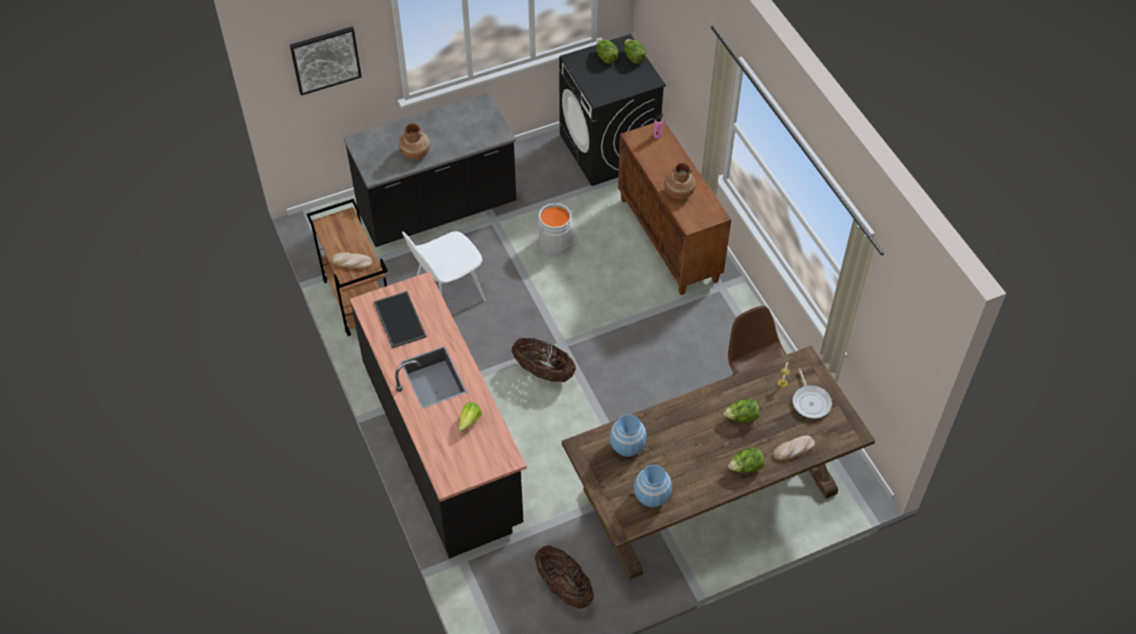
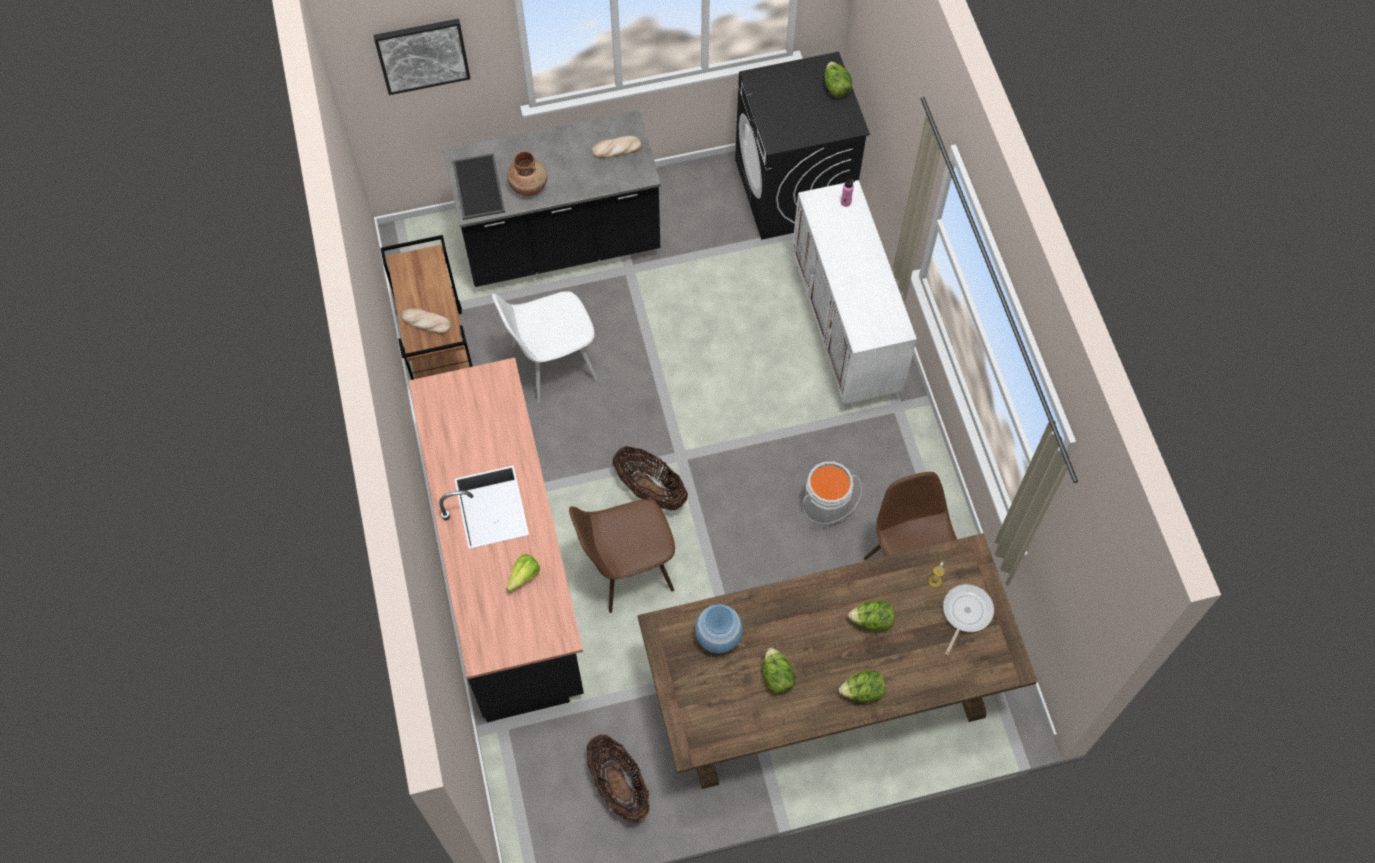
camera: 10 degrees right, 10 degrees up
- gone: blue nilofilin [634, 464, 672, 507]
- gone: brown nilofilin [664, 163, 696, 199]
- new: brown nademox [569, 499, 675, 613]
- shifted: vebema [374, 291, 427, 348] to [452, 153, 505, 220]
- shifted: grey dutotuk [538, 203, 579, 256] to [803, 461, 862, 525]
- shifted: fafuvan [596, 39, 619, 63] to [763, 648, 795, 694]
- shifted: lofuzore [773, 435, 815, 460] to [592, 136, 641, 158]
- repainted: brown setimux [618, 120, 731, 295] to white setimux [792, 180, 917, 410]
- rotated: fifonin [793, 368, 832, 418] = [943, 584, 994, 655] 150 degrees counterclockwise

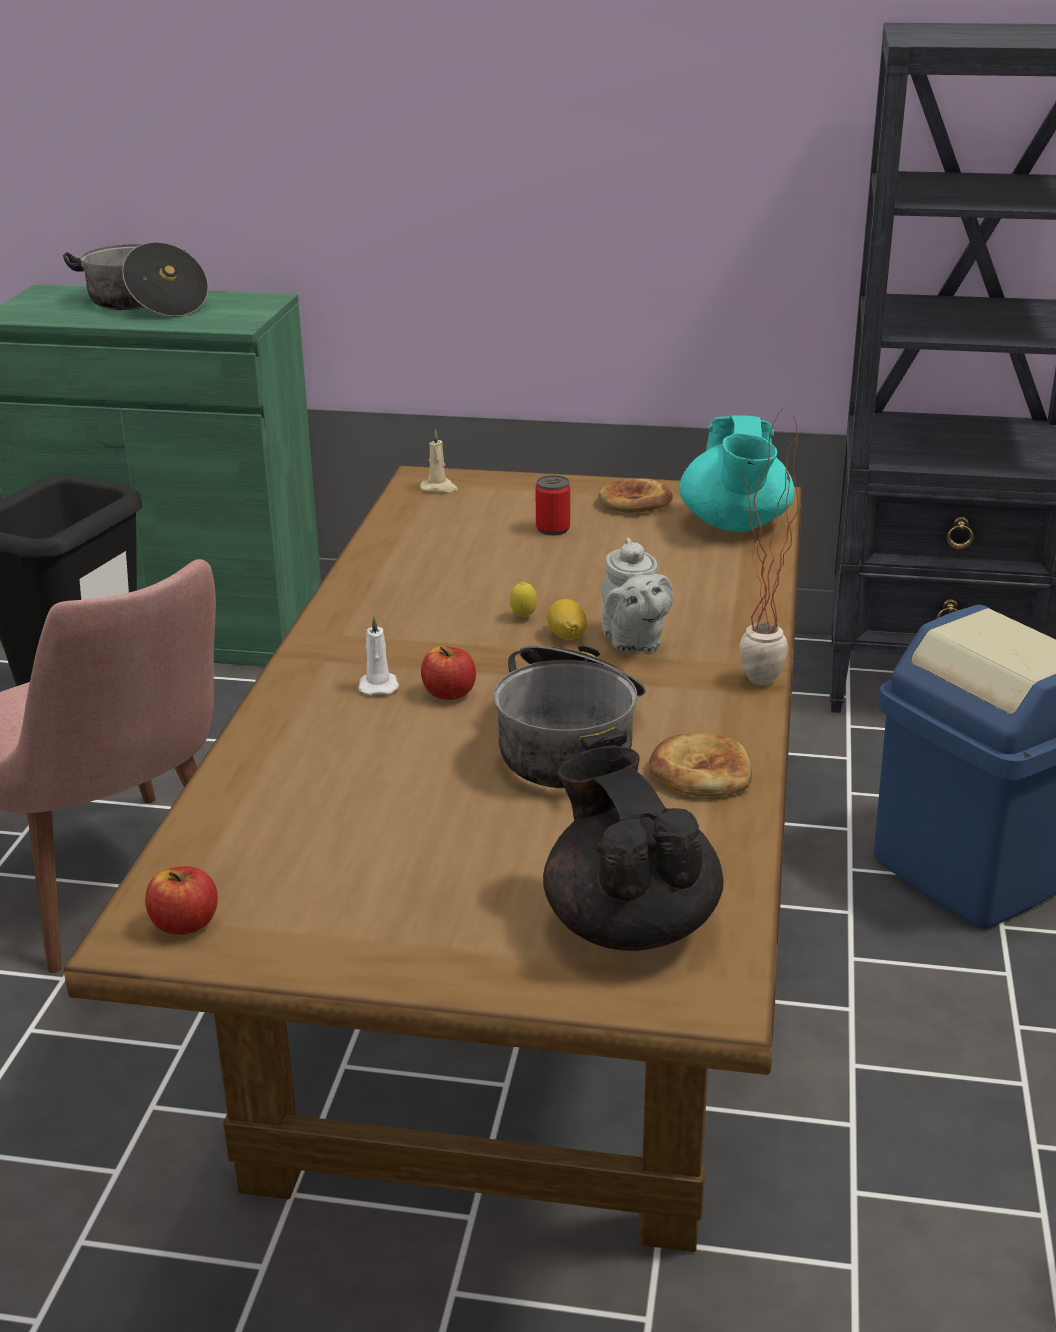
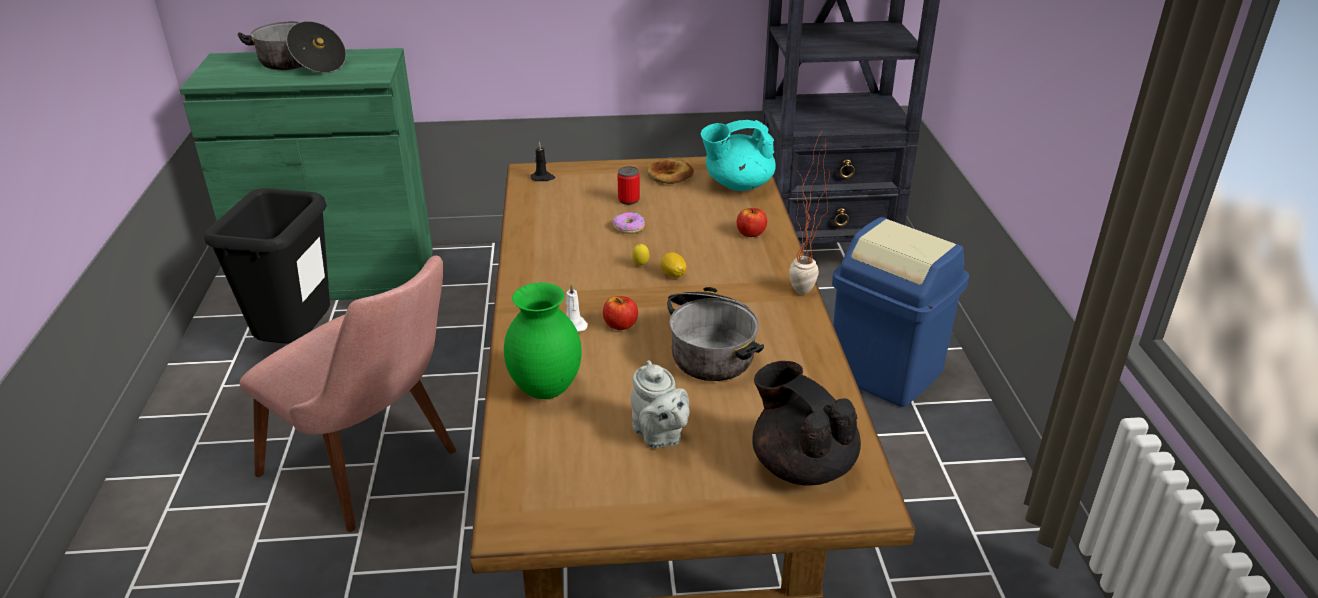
camera: 15 degrees left, 5 degrees up
- gone: lofuzore [648, 733, 752, 796]
- new: green nilofilin [504, 283, 582, 399]
- new: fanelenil [613, 212, 645, 234]
- shifted: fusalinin [145, 866, 218, 935] to [737, 208, 767, 237]
- shifted: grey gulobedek [602, 538, 674, 652] to [631, 360, 690, 448]
- repainted: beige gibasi [420, 430, 458, 493] to black gibasi [530, 141, 555, 181]
- rotated: turquoise gulobedek [679, 415, 794, 532] = [701, 120, 776, 191] 90 degrees clockwise

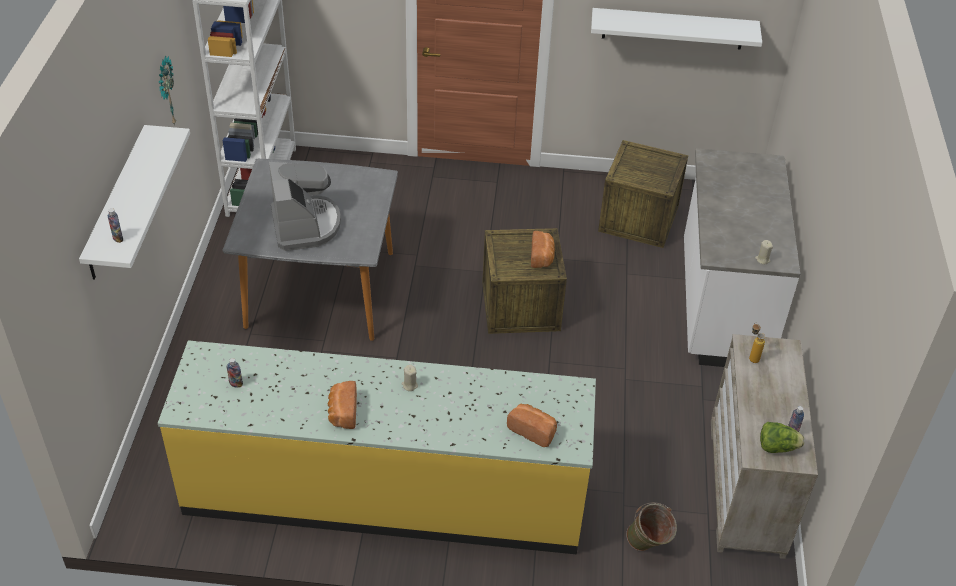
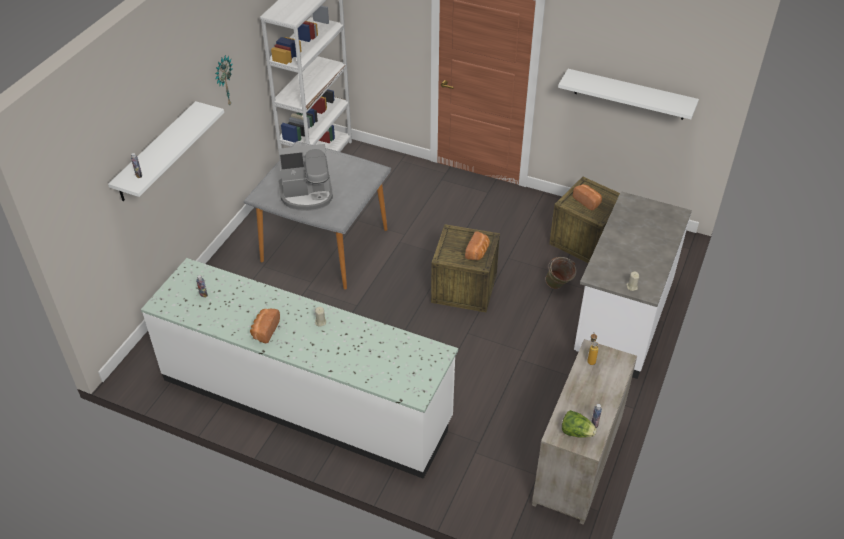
camera: 20 degrees right, 0 degrees up
- shifted: lofuzore [507, 403, 557, 447] to [573, 184, 602, 210]
- shifted: green dutotuk [626, 502, 677, 551] to [545, 257, 576, 289]
- repainted: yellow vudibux [158, 340, 596, 554] to white vudibux [141, 258, 458, 479]
- rotated: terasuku [269, 162, 341, 251] = [279, 144, 333, 211] 75 degrees clockwise

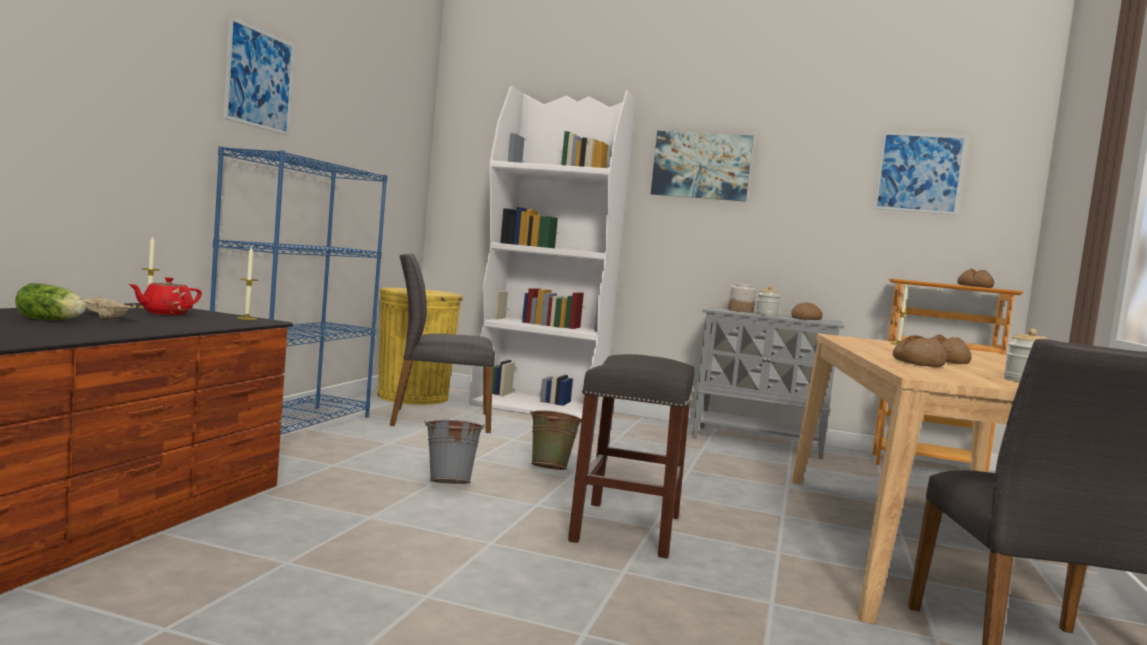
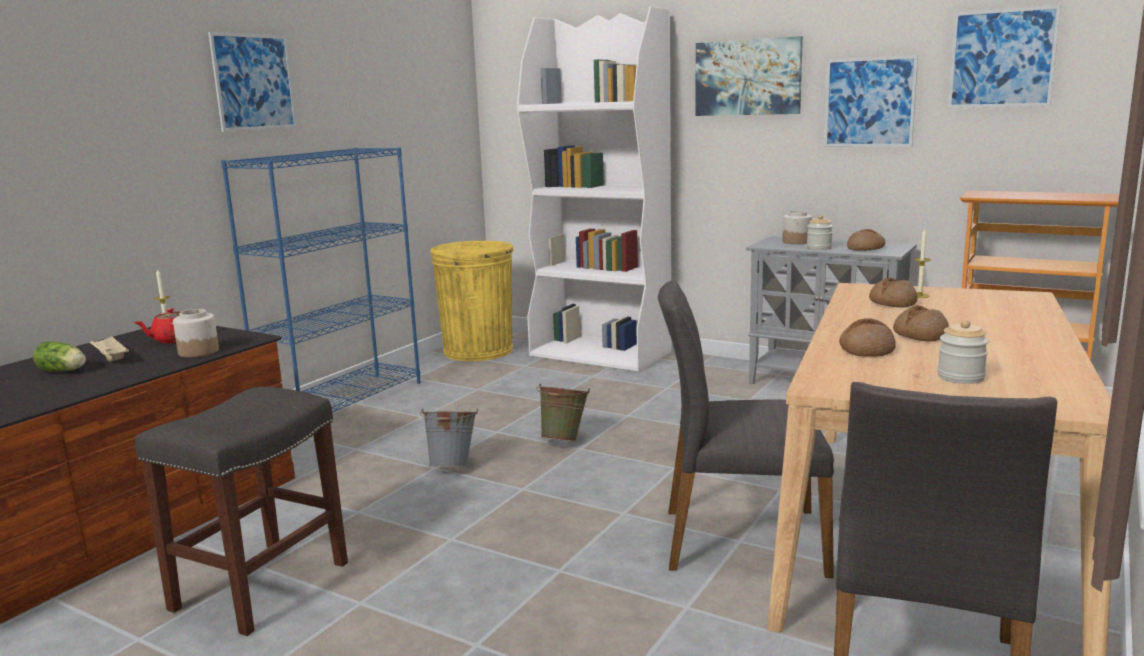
camera: 15 degrees right, 10 degrees up
- gone: gibasi [237, 247, 258, 320]
- new: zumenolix [173, 309, 219, 357]
- new: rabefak [824, 55, 918, 147]
- shifted: grey nademox [390, 253, 495, 433] to [658, 280, 834, 578]
- shifted: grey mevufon [568, 354, 694, 558] to [135, 387, 348, 636]
- shifted: lofuzore [957, 269, 994, 288] to [869, 277, 918, 308]

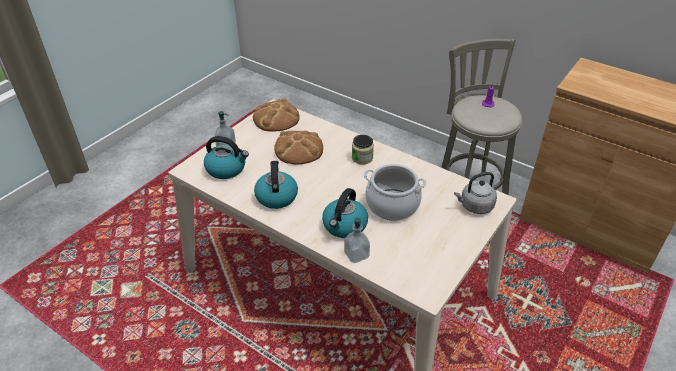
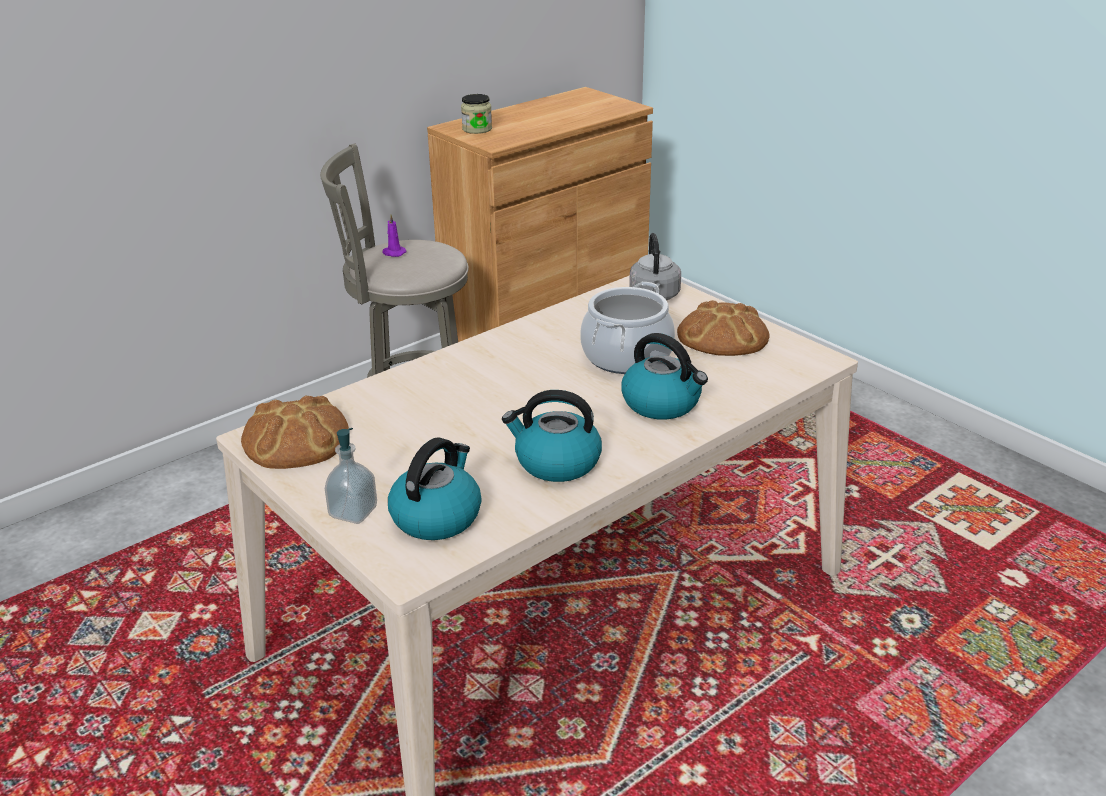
camera: 75 degrees left, 10 degrees down
- gone: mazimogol [344, 217, 370, 263]
- shifted: lofuzore [274, 131, 323, 164] to [677, 300, 769, 356]
- shifted: zumenolix [352, 135, 374, 165] to [461, 94, 492, 134]

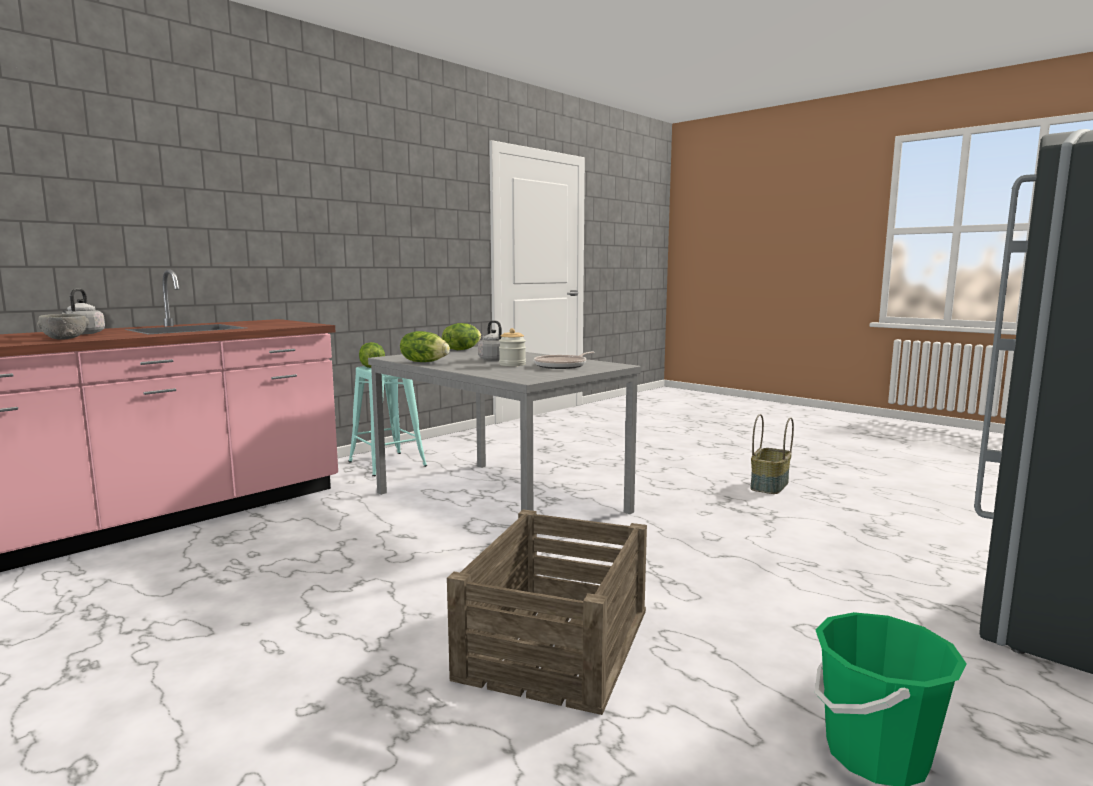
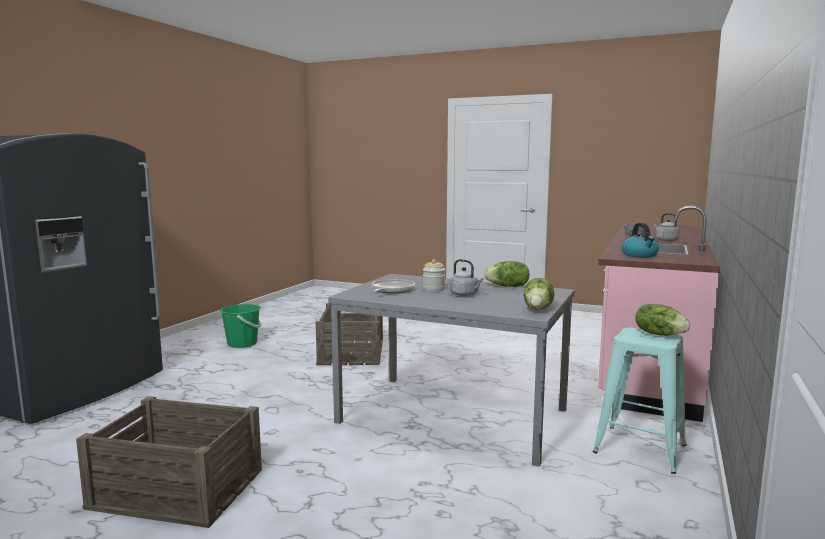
camera: 160 degrees right, 0 degrees up
- new: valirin [622, 223, 659, 258]
- swapped: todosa [750, 414, 794, 494] to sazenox [76, 396, 262, 528]

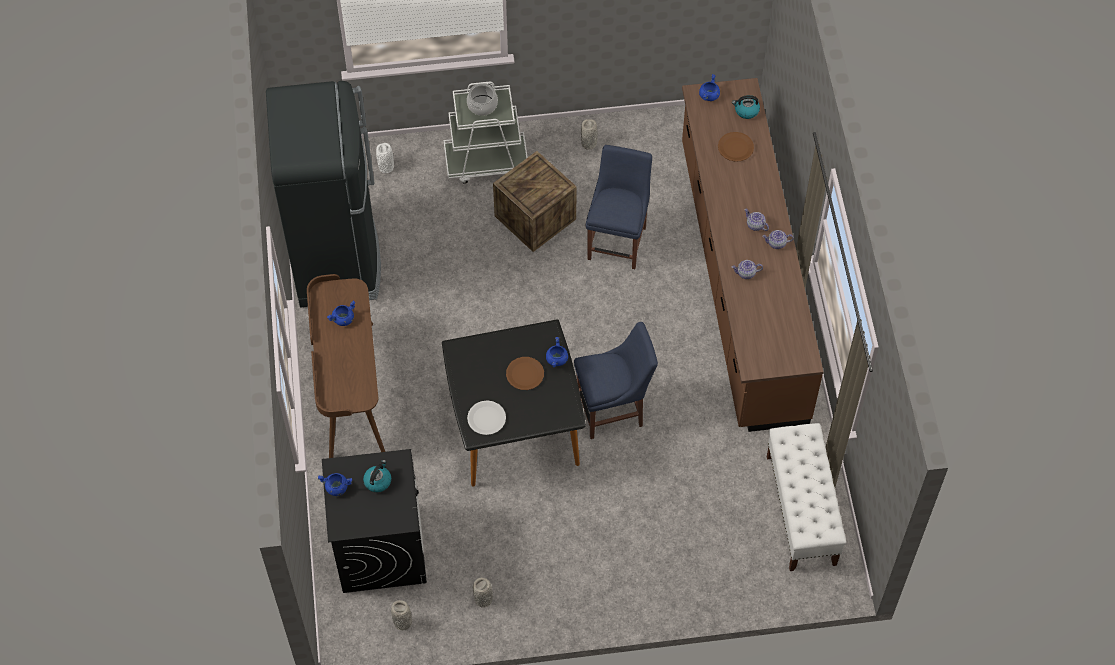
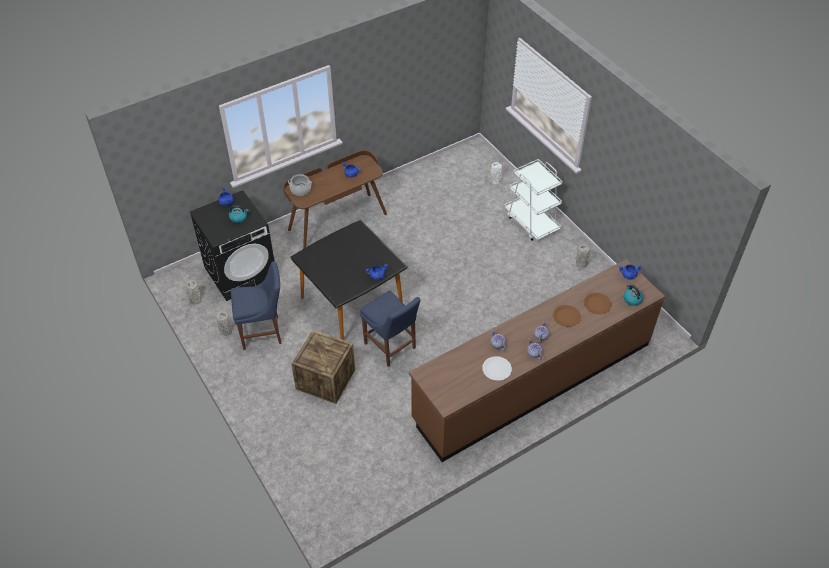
camera: 65 degrees right, 10 degrees down
- gone: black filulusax [266, 81, 381, 307]
- gone: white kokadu [767, 423, 846, 571]
- shifted: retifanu [467, 83, 498, 116] to [288, 174, 312, 196]
- shifted: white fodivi [467, 400, 506, 435] to [482, 356, 512, 381]
- shifted: sazenox [493, 151, 577, 252] to [291, 329, 355, 404]
- shifted: brown fodivi [506, 357, 544, 390] to [553, 305, 581, 327]
- shifted: blue nademox [586, 145, 652, 269] to [231, 262, 282, 350]

